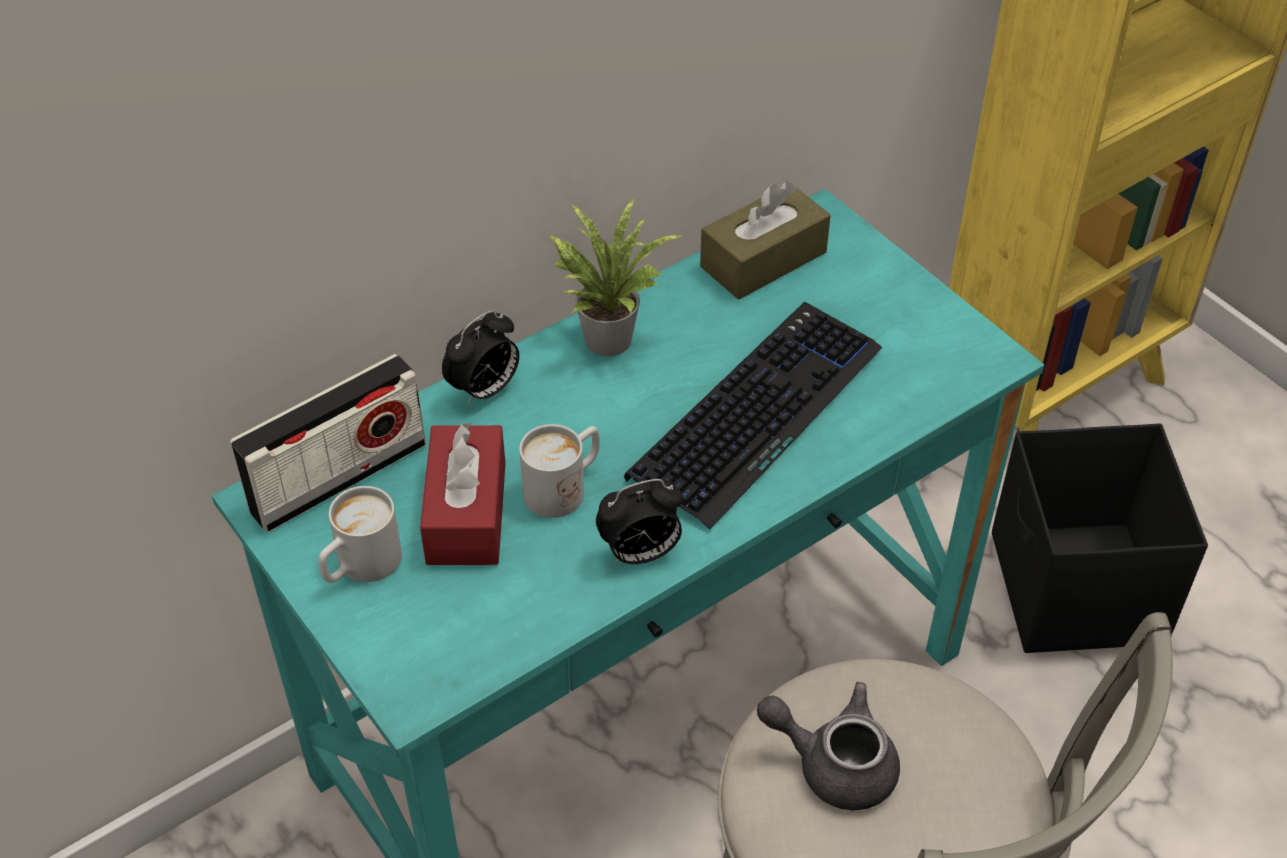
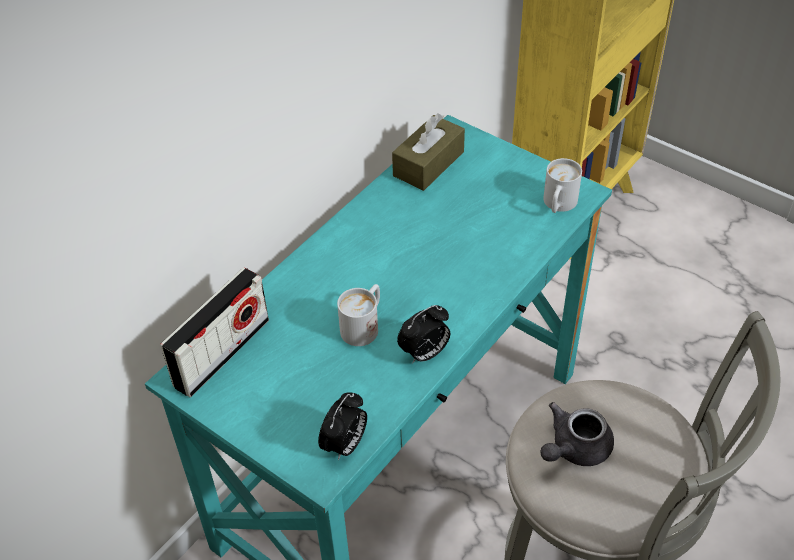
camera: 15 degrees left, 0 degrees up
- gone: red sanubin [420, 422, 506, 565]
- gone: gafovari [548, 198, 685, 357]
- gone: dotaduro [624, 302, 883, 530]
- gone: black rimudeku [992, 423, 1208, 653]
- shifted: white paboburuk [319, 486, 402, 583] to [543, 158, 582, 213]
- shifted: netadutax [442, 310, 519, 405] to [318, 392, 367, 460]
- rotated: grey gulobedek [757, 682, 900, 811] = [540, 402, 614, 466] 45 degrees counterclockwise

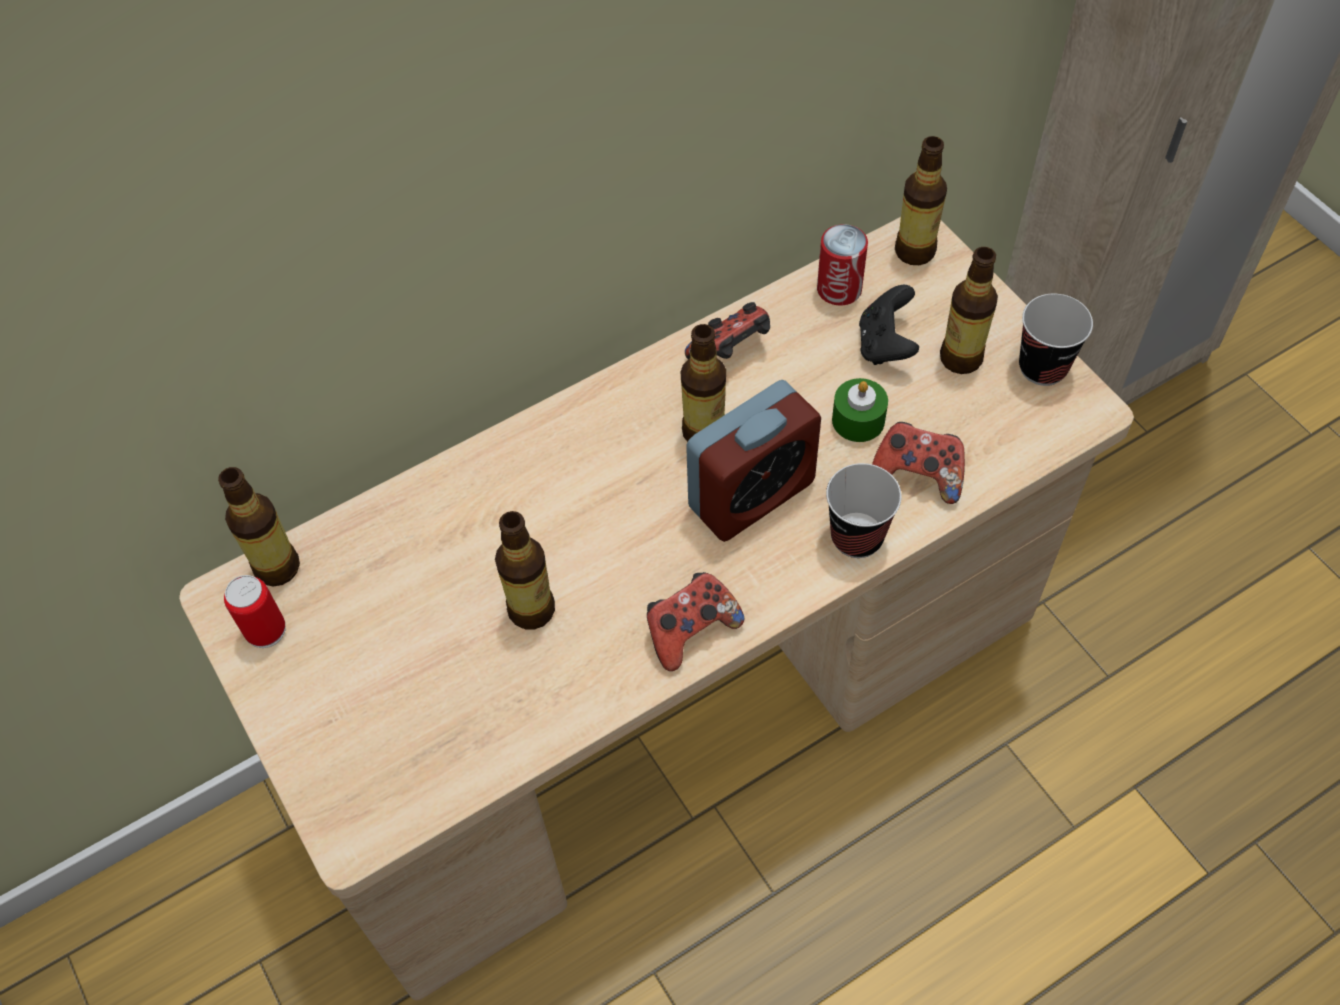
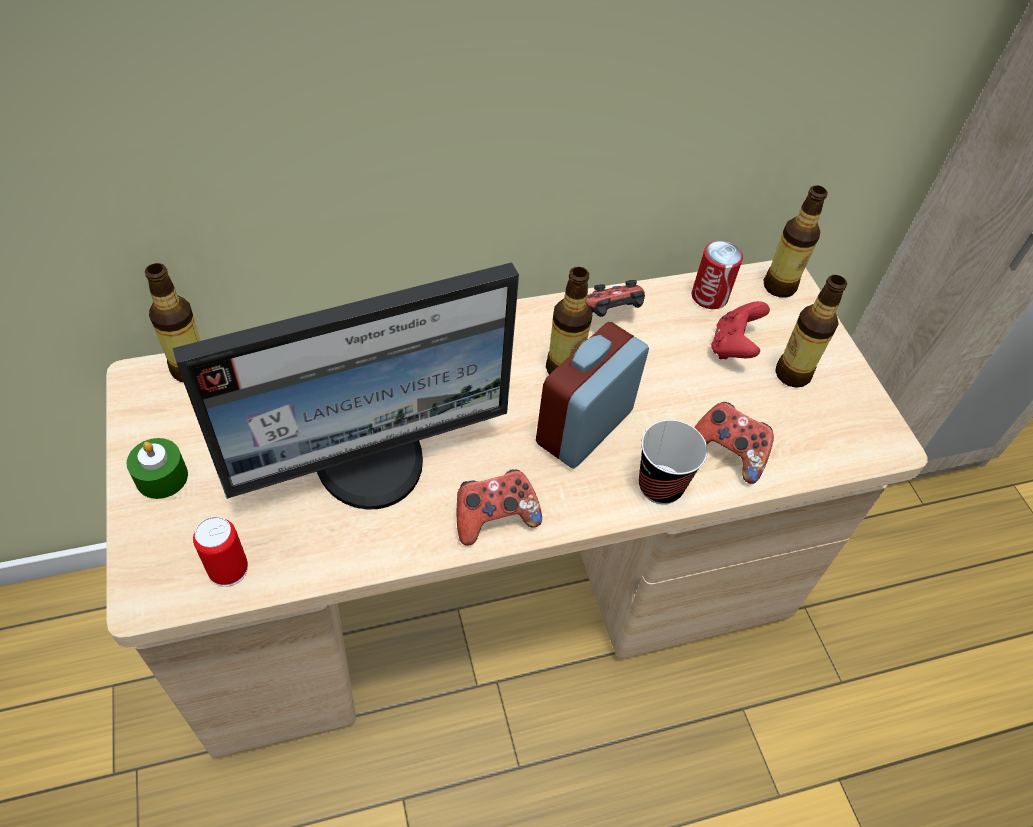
camera: 10 degrees right, 5 degrees down
- gone: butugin [1019, 294, 1093, 386]
- shifted: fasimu [224, 575, 286, 648] to [193, 516, 248, 587]
- shifted: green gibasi [832, 378, 888, 442] to [126, 438, 188, 499]
- swapped: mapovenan [495, 511, 555, 630] to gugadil [173, 262, 519, 509]
- repainted: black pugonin [859, 285, 919, 365] to red pugonin [711, 301, 770, 359]
- rotated: netadutax [686, 380, 821, 542] = [536, 322, 649, 468] 150 degrees clockwise

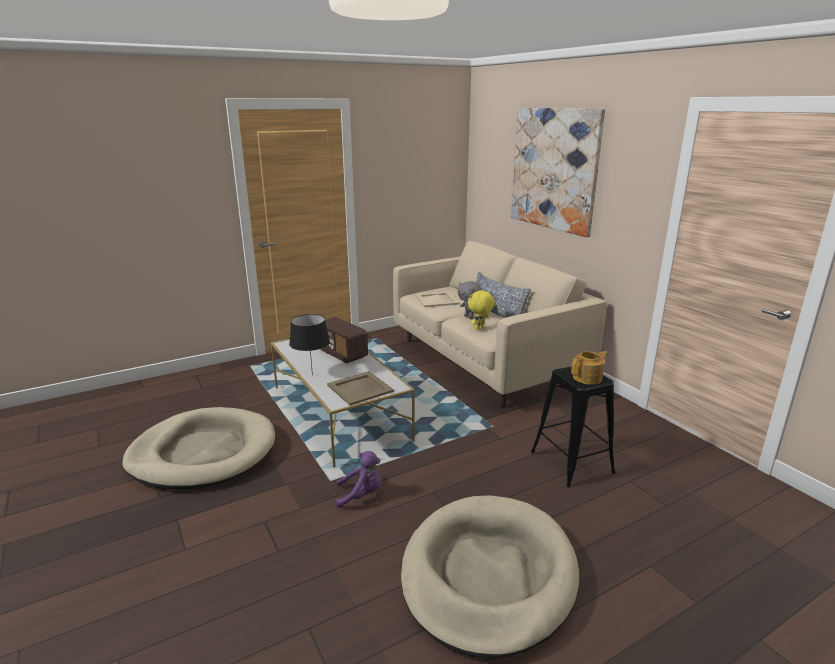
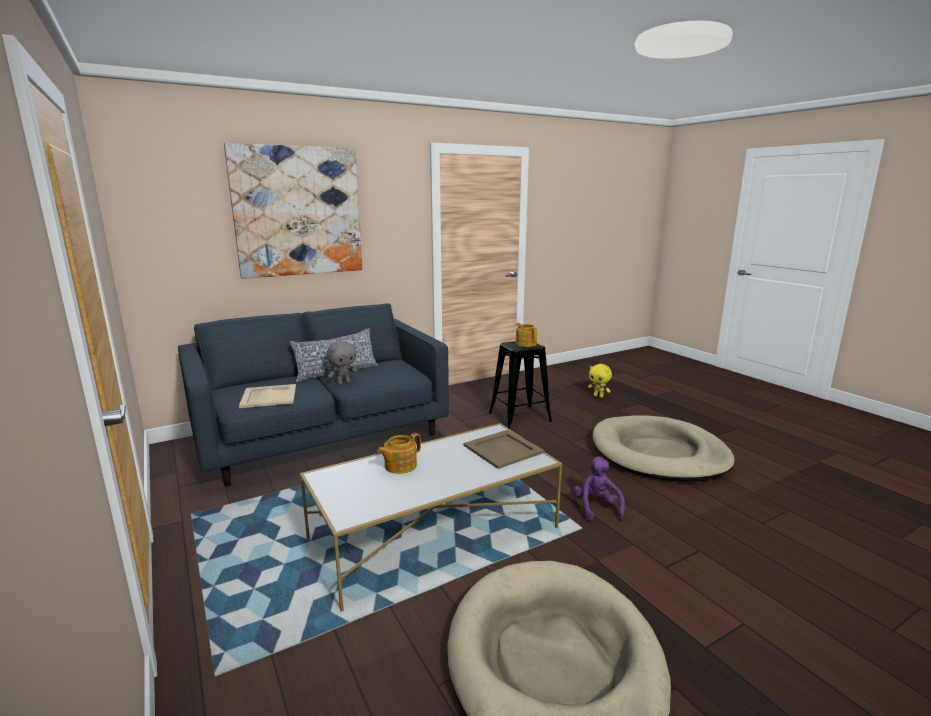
camera: 90 degrees left, 5 degrees down
- gone: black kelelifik [289, 314, 330, 375]
- shifted: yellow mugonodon [468, 290, 495, 330] to [588, 364, 612, 398]
- swapped: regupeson [321, 317, 368, 363] to gulobedek [377, 433, 421, 474]
- repainted: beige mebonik [393, 241, 607, 408] to blue mebonik [178, 303, 449, 486]

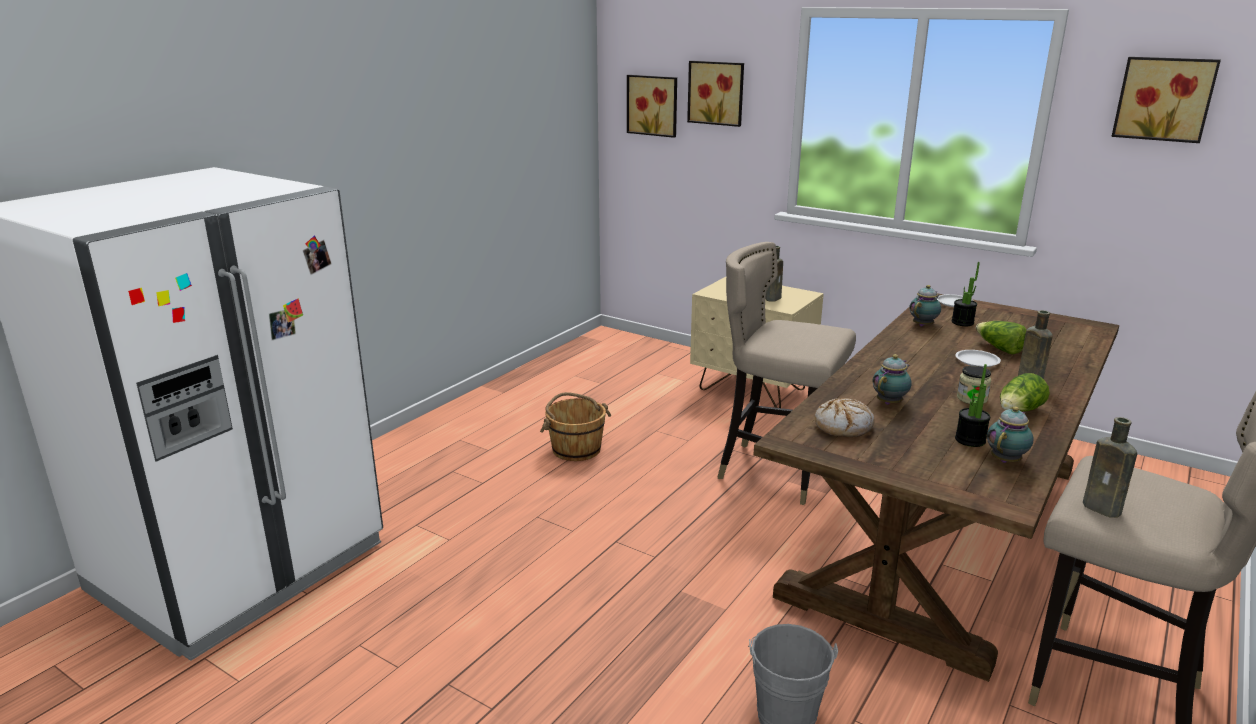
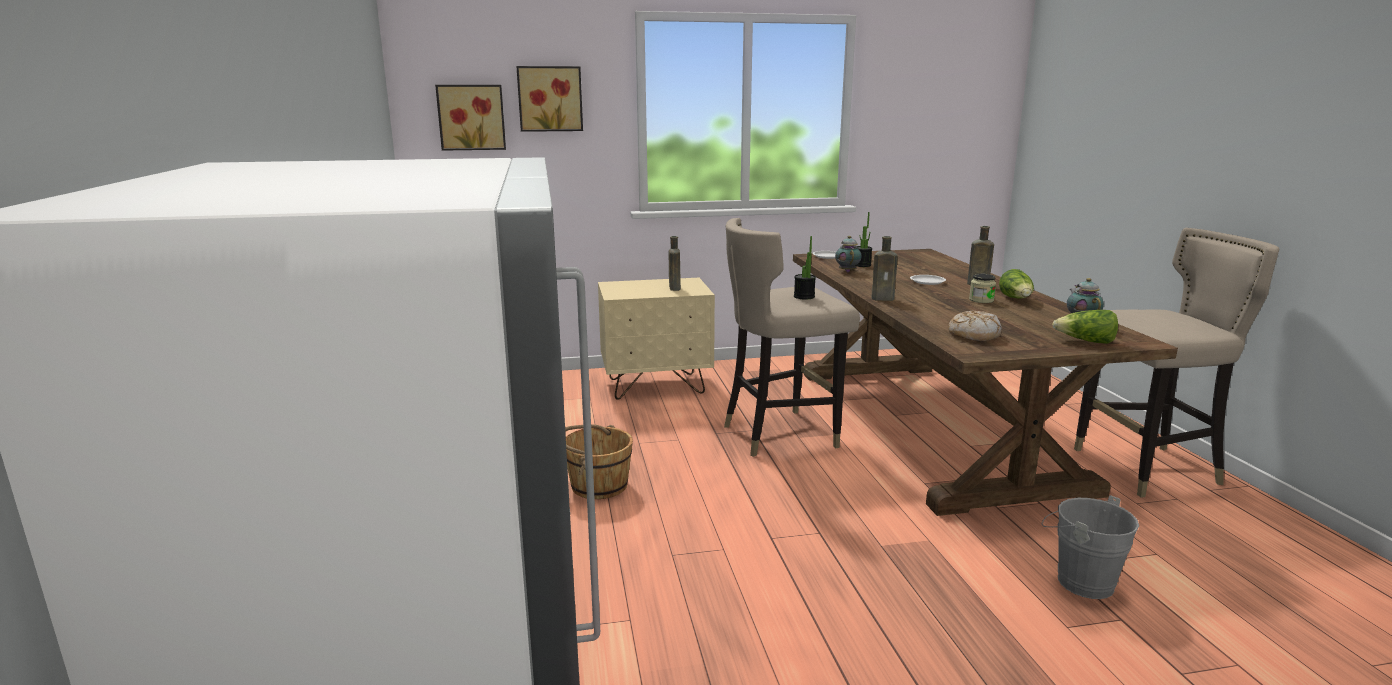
camera: 45 degrees left, 5 degrees down
- gone: gulobedek [873, 354, 912, 405]
- gone: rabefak [1111, 57, 1221, 143]
- shifted: gafovari [955, 364, 990, 447] to [794, 236, 816, 300]
- shifted: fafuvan [976, 321, 1027, 354] to [1052, 310, 1118, 344]
- shifted: brown mapovenan [1083, 417, 1137, 518] to [872, 236, 898, 301]

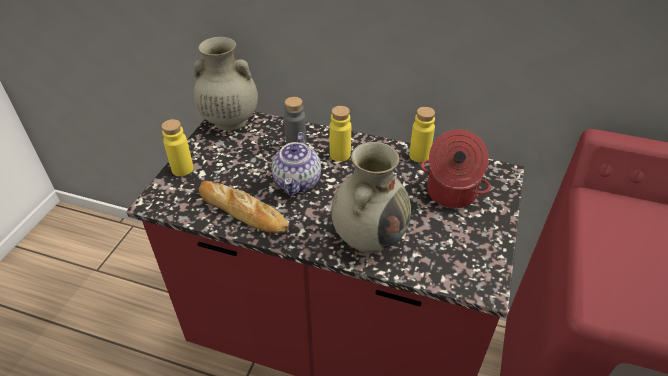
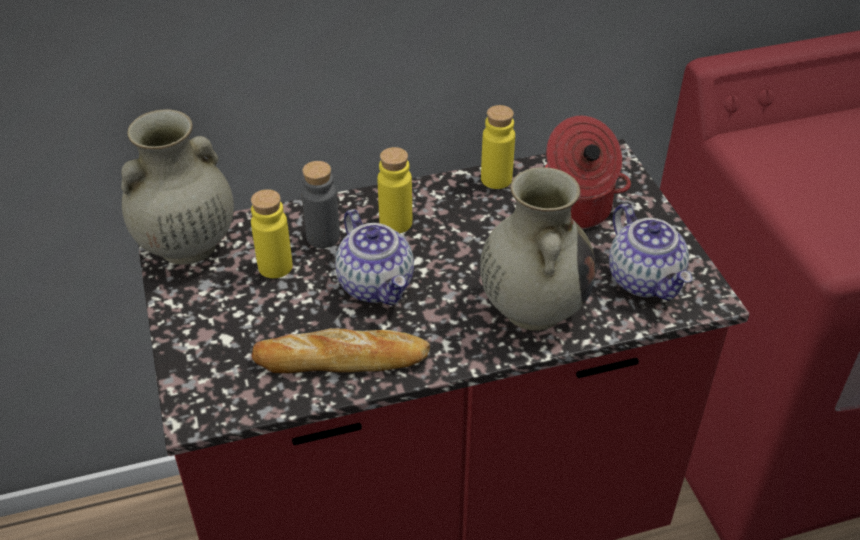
camera: 35 degrees left, 0 degrees up
- new: gulobedek [609, 203, 692, 301]
- shifted: yellow mapovenan [161, 119, 193, 176] to [251, 189, 293, 278]

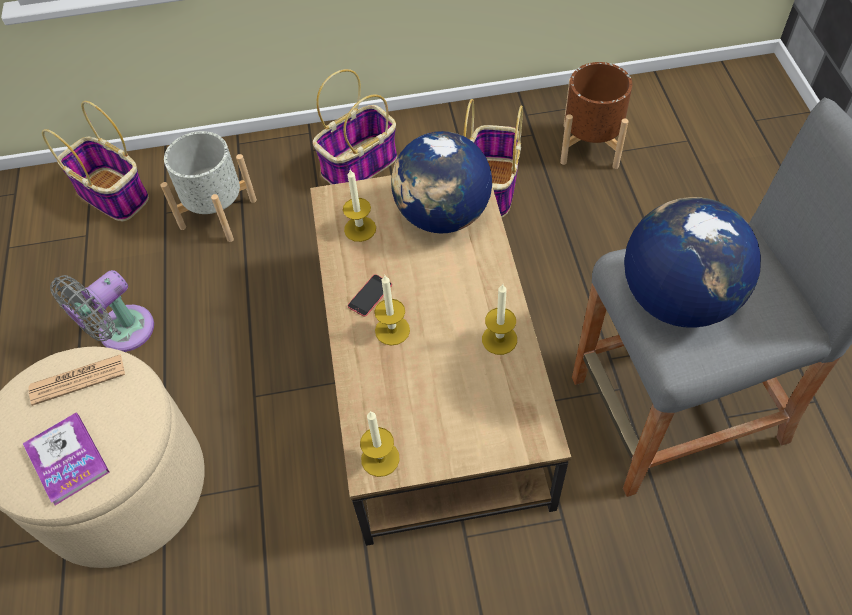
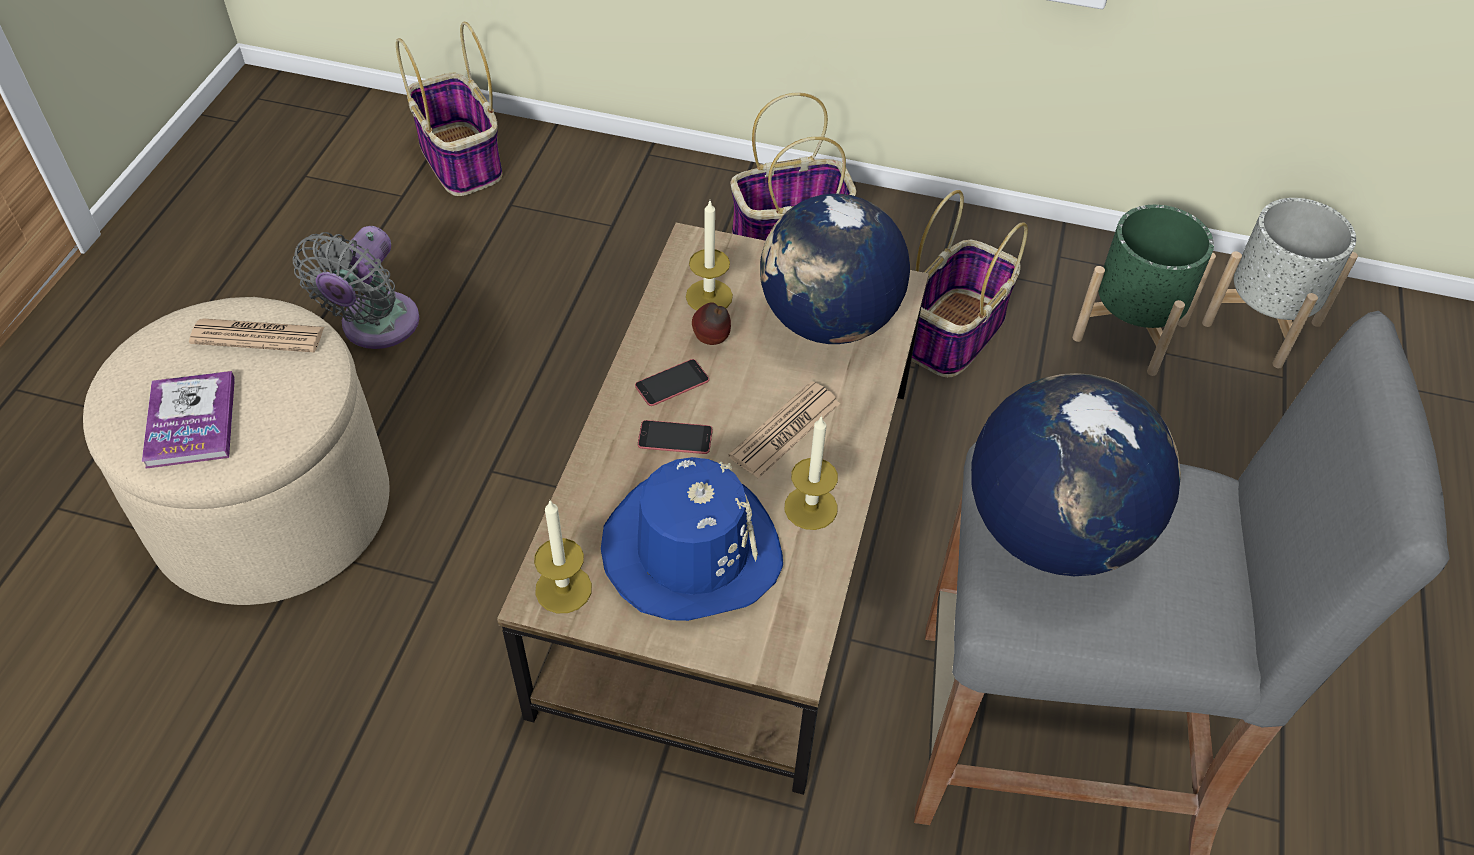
camera: 20 degrees right, 5 degrees down
- new: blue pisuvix [601, 457, 783, 621]
- new: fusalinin [692, 302, 731, 345]
- new: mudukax [728, 381, 840, 478]
- shifted: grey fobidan [161, 131, 257, 242] to [1202, 198, 1358, 368]
- swapped: gibasi [375, 275, 410, 346] to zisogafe [638, 420, 713, 454]
- repainted: brown fobidan [560, 62, 632, 169] to green fobidan [1072, 205, 1216, 376]
- rotated: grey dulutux [50, 270, 154, 352] = [293, 226, 419, 349] 45 degrees counterclockwise

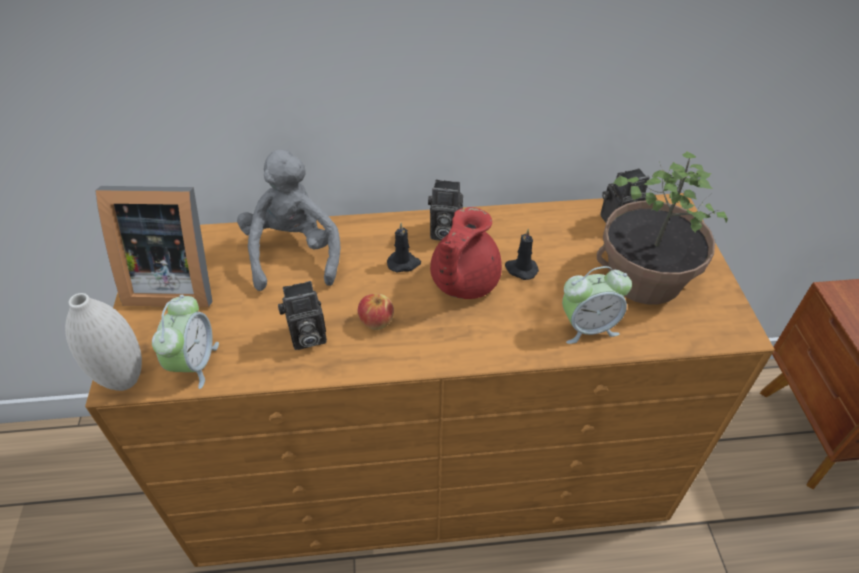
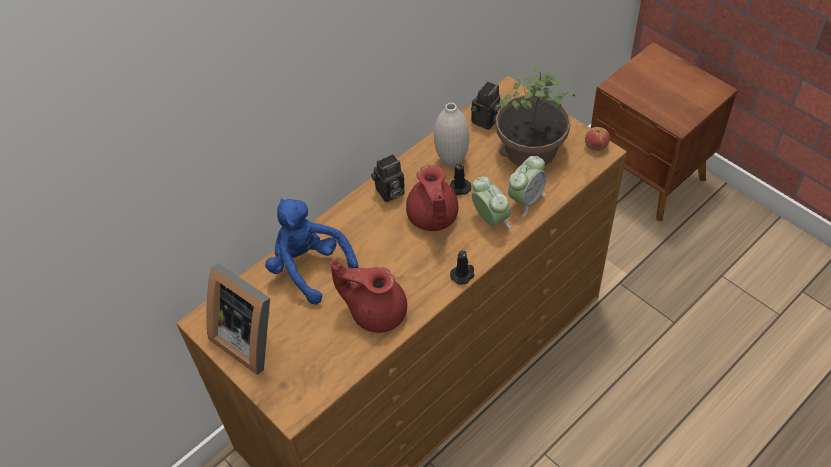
camera: 35 degrees left, 5 degrees up
- shifted: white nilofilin [65, 293, 142, 391] to [434, 103, 469, 167]
- shifted: netadutax [152, 295, 219, 389] to [472, 176, 511, 228]
- shifted: fusalinin [358, 294, 394, 330] to [585, 127, 610, 151]
- shifted: black gibasi [387, 223, 421, 273] to [450, 249, 474, 285]
- swapped: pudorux [278, 281, 327, 350] to red gulobedek [330, 260, 407, 333]
- repainted: grey mugonodon [237, 149, 340, 291] to blue mugonodon [265, 199, 358, 305]
- rotated: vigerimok [95, 186, 212, 307] = [206, 263, 270, 375] 75 degrees clockwise

